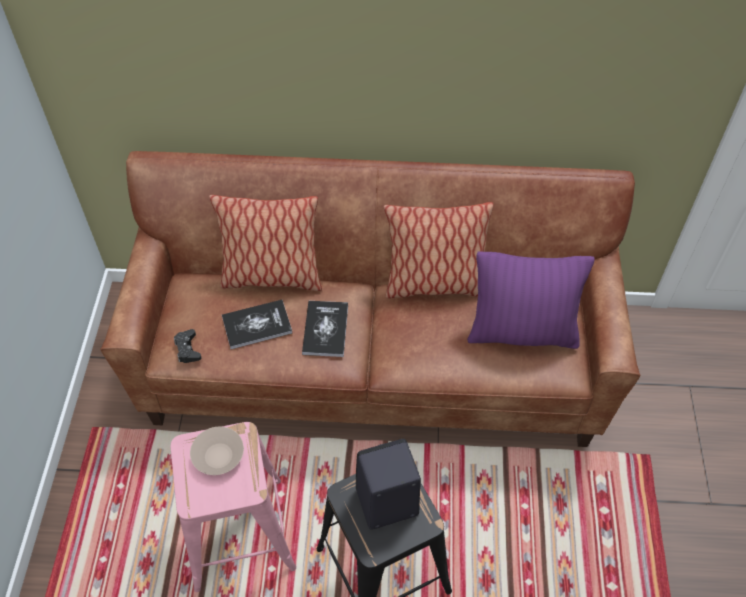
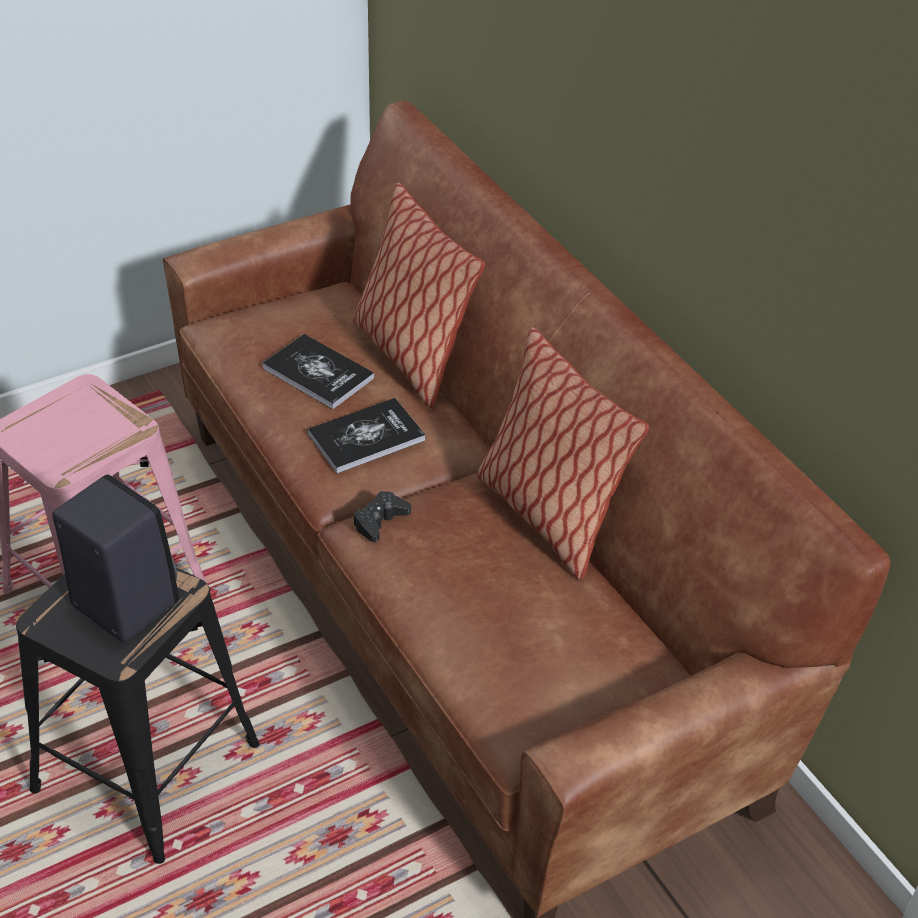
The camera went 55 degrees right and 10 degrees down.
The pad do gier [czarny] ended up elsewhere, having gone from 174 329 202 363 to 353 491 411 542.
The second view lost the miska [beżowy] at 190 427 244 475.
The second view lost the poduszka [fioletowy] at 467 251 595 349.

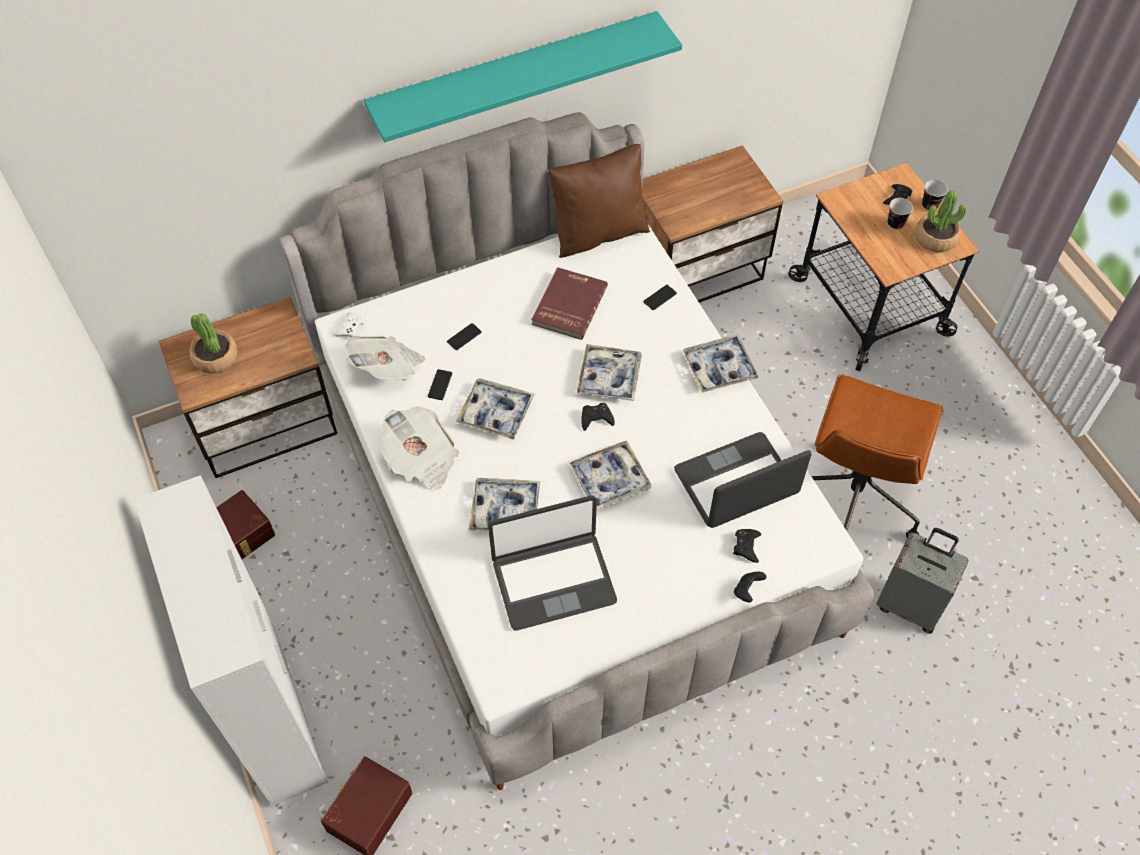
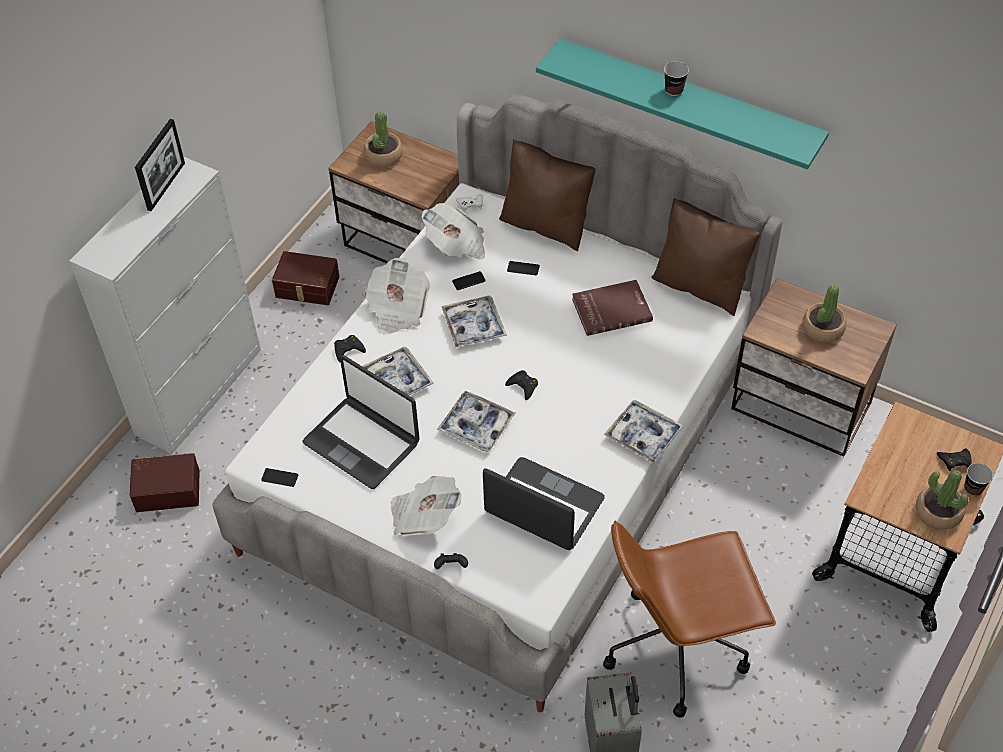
The camera went 55 degrees right and 5 degrees down.
The second view gained the ramka na zdjęcie at 135 119 185 211.
The telefon ended up elsewhere, having gone from 643 285 677 310 to 261 468 298 487.
The pad do gier [czarny] ended up elsewhere, having gone from 733 529 761 563 to 334 335 366 362.
The second view gained the gazeta at 390 476 461 536.
The second view gained the poduszka [brązowy] at 499 139 596 252.
The filiżanka ended up elsewhere, having gone from 888 198 913 230 to 664 61 689 96.
The second view gained the roślina doniczkowa at 802 285 847 343.
The second view lost the taca at 577 344 642 401.

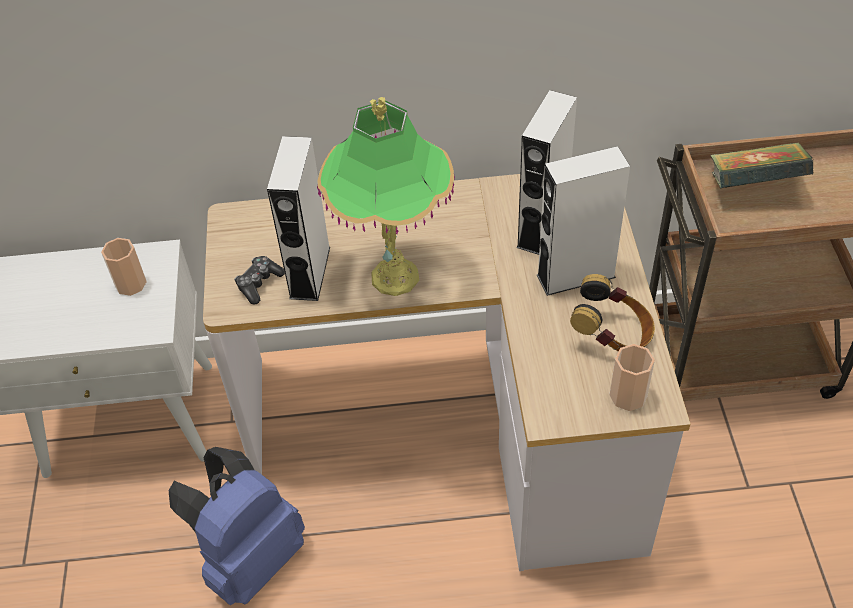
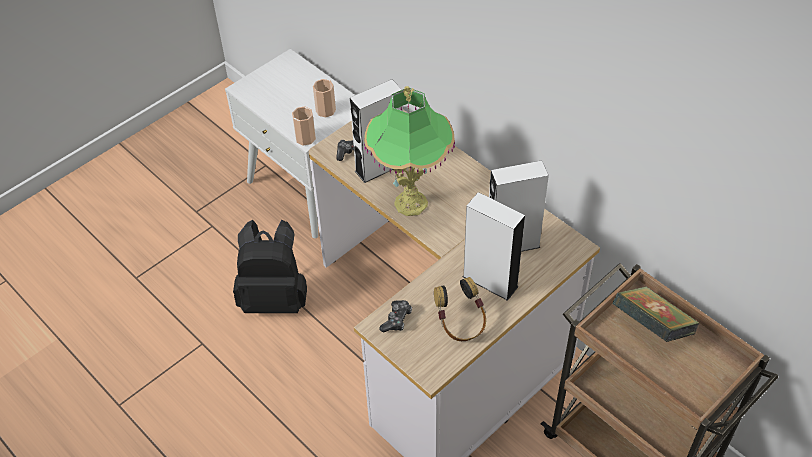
The camera went 50 degrees right and 0 degrees up.
What was the plecak [niebieski] at 168 447 305 605 turned into the plecak [czarny] at 233 220 307 313.
The filiżanka ended up elsewhere, having gone from 609 344 655 411 to 292 106 316 146.
The second view gained the pad do gier at 379 300 412 332.

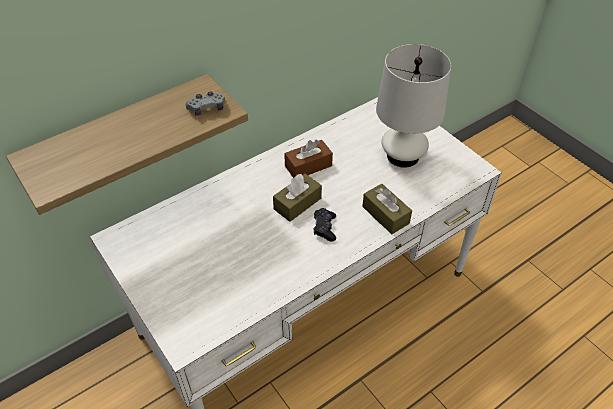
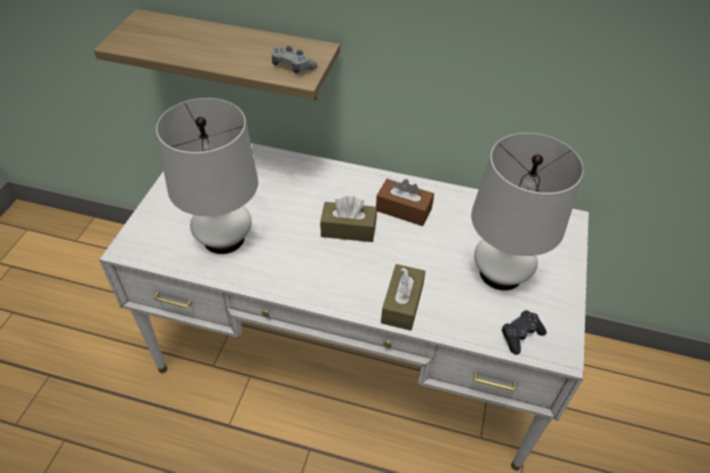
The camera went 50 degrees right and 0 degrees up.
The second view gained the lampa stołowa [biały] at 156 98 258 254.
The pad do gier [czarny] ended up elsewhere, having gone from 314 208 336 242 to 502 310 547 355.

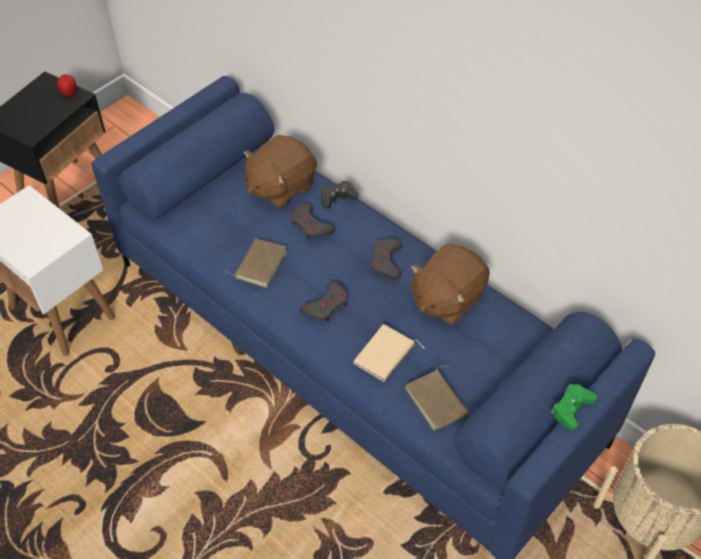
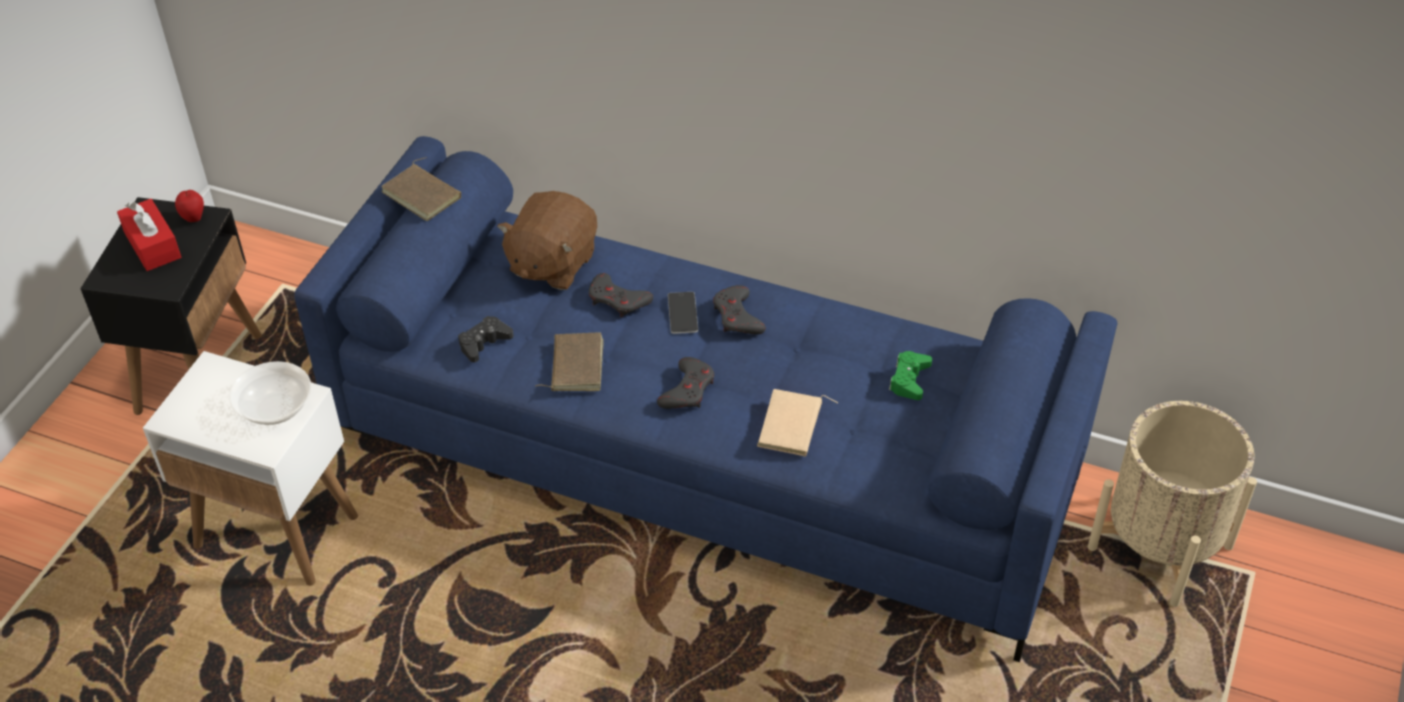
The camera went 20 degrees left and 5 degrees down.
The second view gained the pudełko chusteczek [czerwony] at 117 199 181 271.
The second view gained the miska at 229 361 311 425.
The książka [brązowy] ended up elsewhere, having gone from 405 365 468 431 to 381 157 461 221.
The pad do gier [czarny] ended up elsewhere, having gone from 321 180 358 209 to 458 316 514 362.
The second view gained the telefon at 668 292 698 334.
The pad do gier [zielony] ended up elsewhere, having gone from 551 384 597 431 to 889 351 932 400.
The second view lost the pluszak [brązowy] at 411 244 490 325.

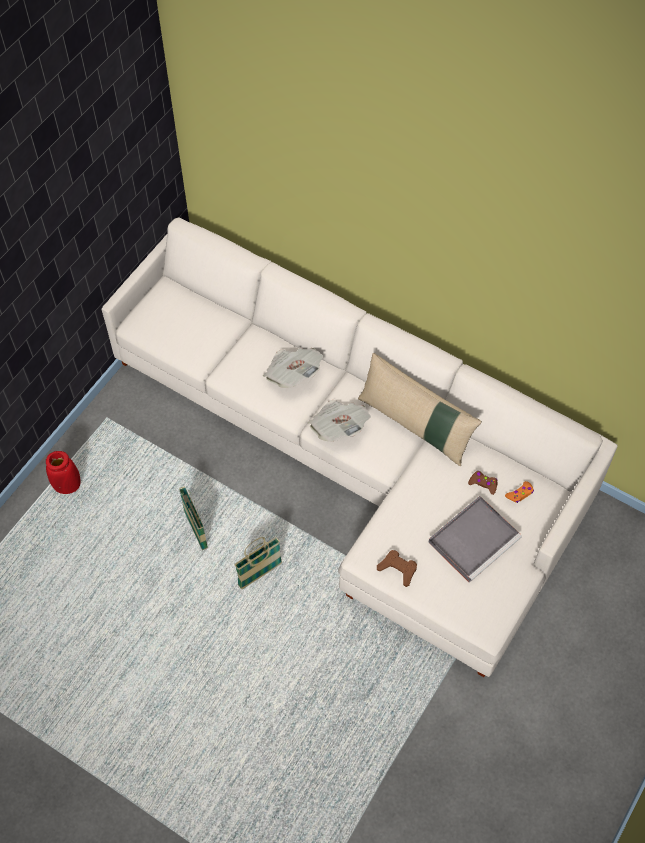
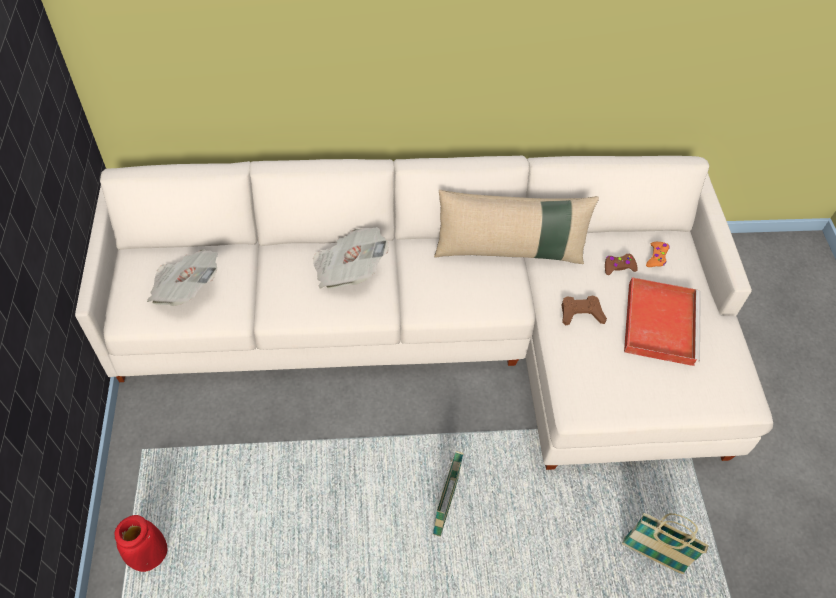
The camera went 40 degrees left and 5 degrees down.
The gazeta ended up elsewhere, having gone from 308 400 371 442 to 147 249 218 306.
The pad do gier [brązowy] ended up elsewhere, having gone from 377 550 417 587 to 562 295 607 326.
The koszyk ended up elsewhere, having gone from 179 486 208 550 to 622 513 709 574.
What was the taca [szary] at 428 496 522 583 turned into the taca [czerwony] at 624 277 701 366.

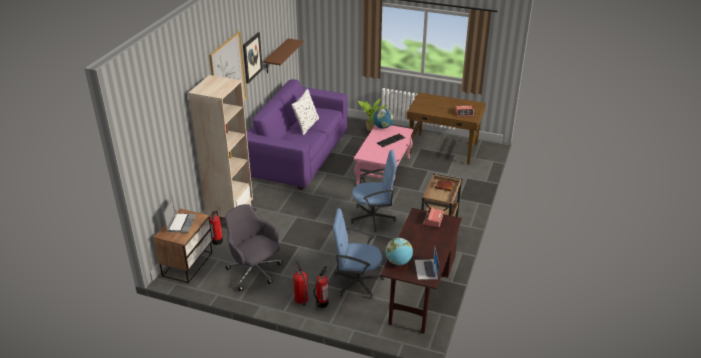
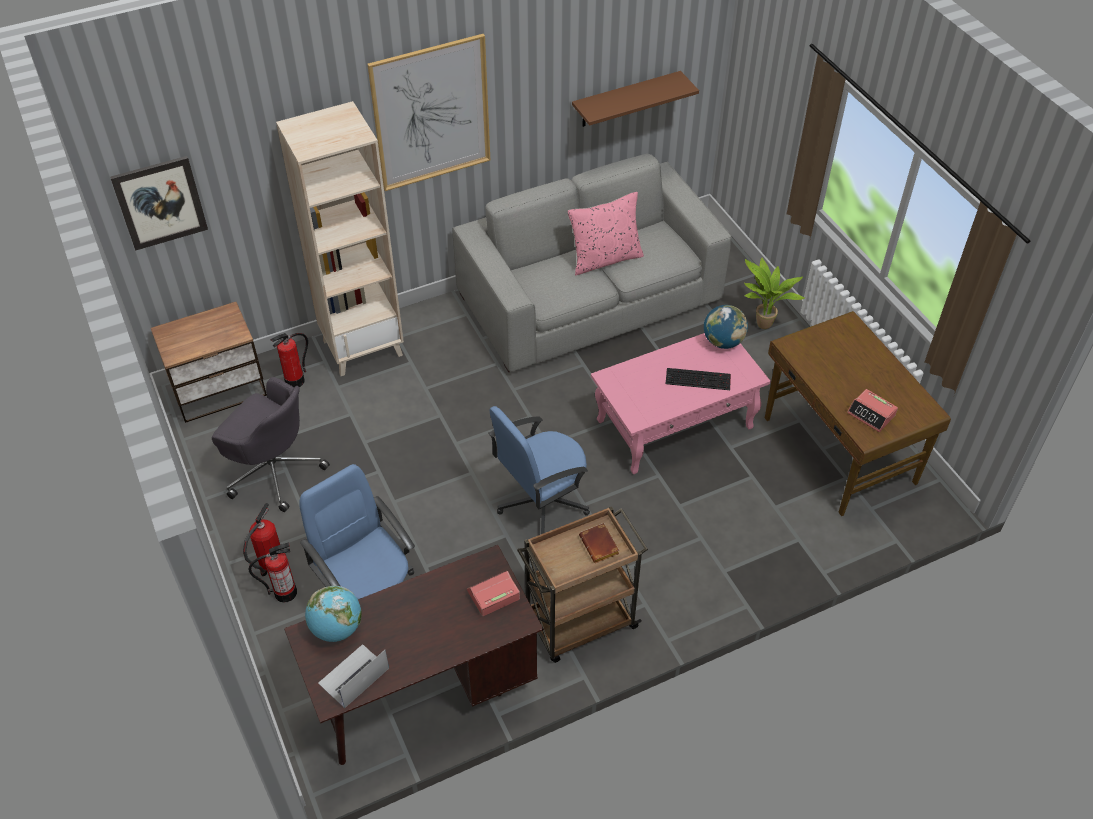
The camera went 45 degrees right and 15 degrees up.
The obraz ended up elsewhere, having gone from 243 32 263 84 to 110 156 208 251.
The krzesło biurowe [szary] at 225 204 283 291 ended up facing another way, 120 degrees clockwise from before.
What was the kanapa [fioletowy] at 247 79 348 190 turned into the kanapa [szary] at 452 154 732 372.
The krzesło biurowe [niebieski] at 351 150 397 232 ended up facing another way, 105 degrees clockwise from before.
What was the poduszka [biały] at 292 89 319 135 turned into the poduszka [różowy] at 567 192 644 275.
The second view lost the laptop at 163 196 196 233.

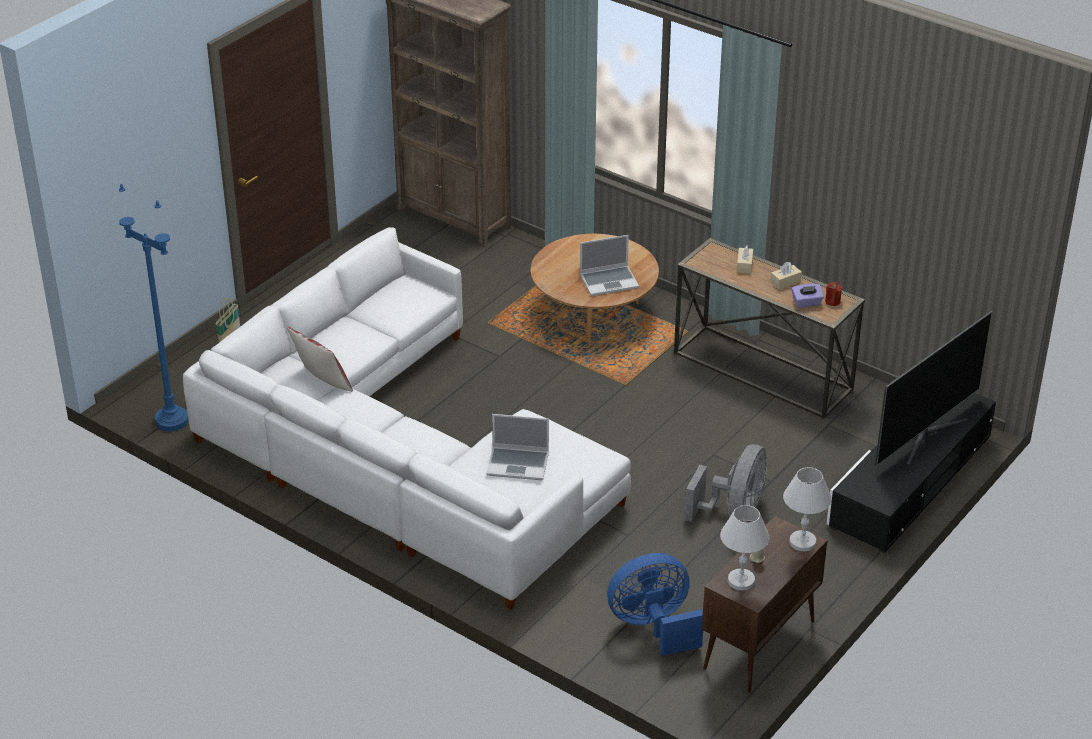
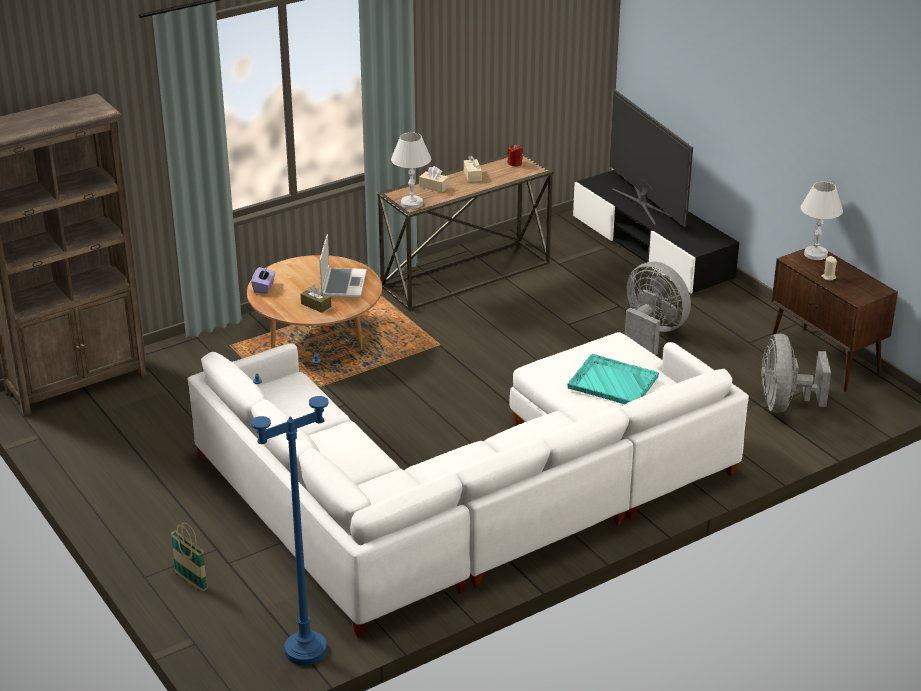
The camera went 70 degrees left and 5 degrees down.
The pudełko chusteczek [fioletowy] ended up elsewhere, having gone from 792 283 824 308 to 251 266 275 294.
The second view gained the pudełko chusteczek [brązowy] at 301 285 331 313.
The lampa stołowa [biały] ended up elsewhere, having gone from 720 505 770 590 to 391 132 431 209.
Where the laptop stood at 486 414 549 480, the taca [turkusowy] came to stand at 567 354 659 404.
What was the wentylator [niebieski] at 607 553 703 656 turned into the wentylator [szary] at 761 334 831 413.
The second view lost the poduszka at 287 326 353 392.

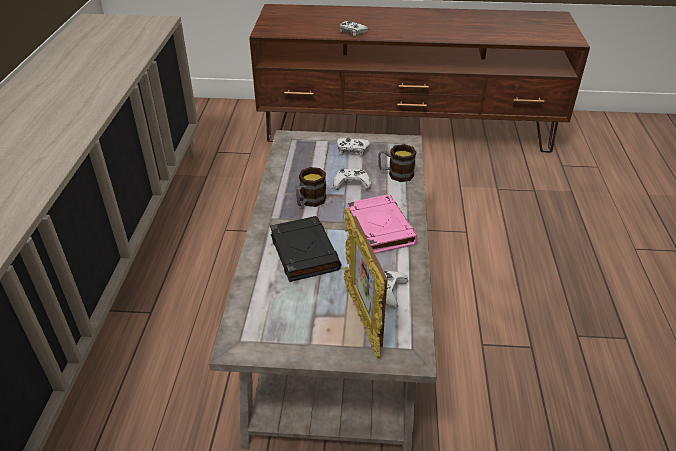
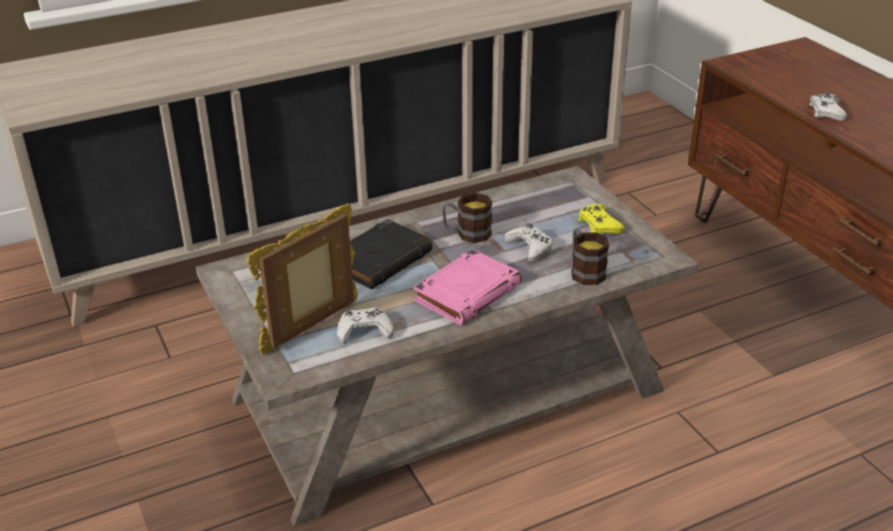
The camera went 60 degrees right and 5 degrees down.
What was the pad do gier [biały] at 336 138 371 156 turned into the pad do gier [żółty] at 578 204 624 234.

